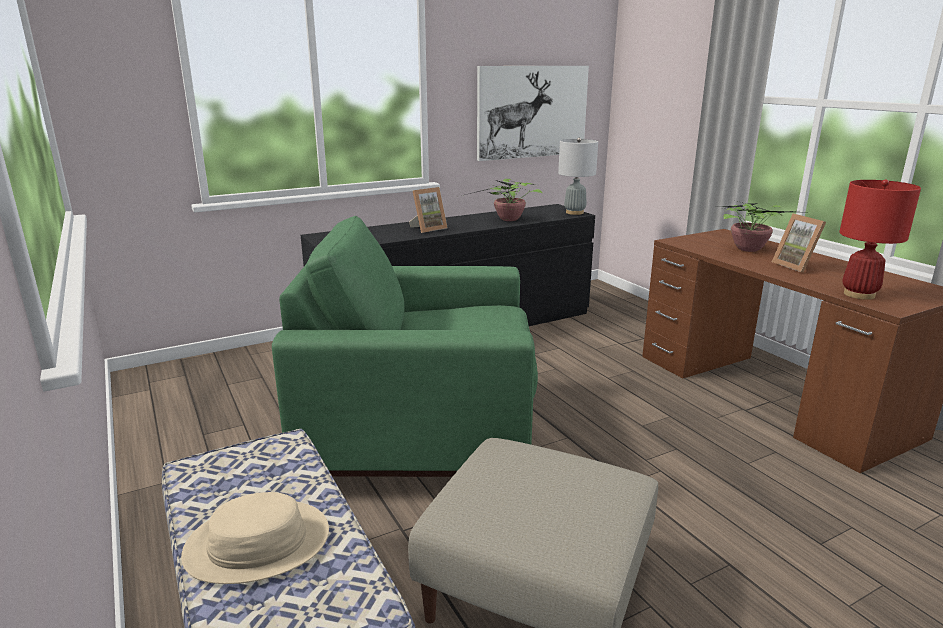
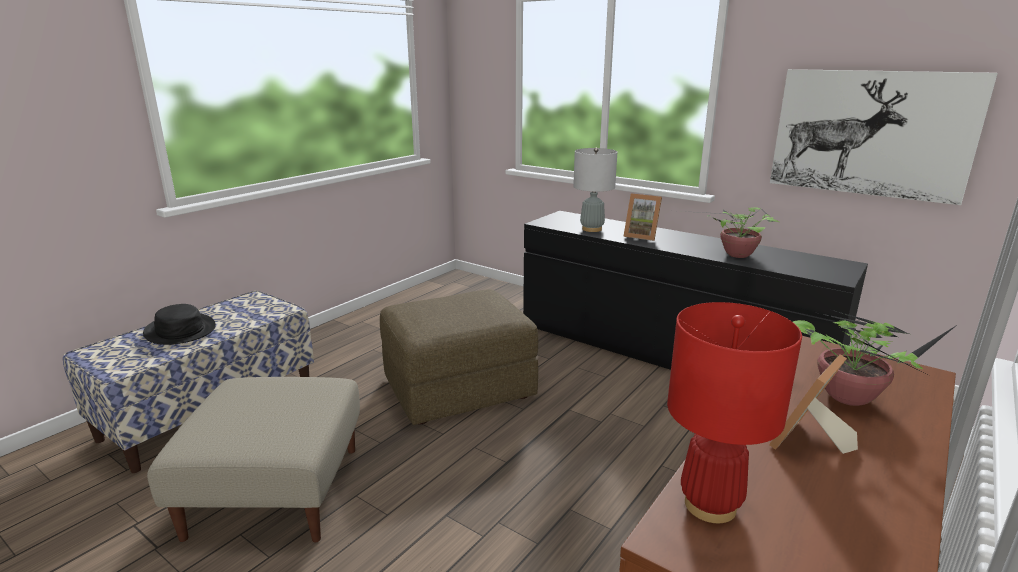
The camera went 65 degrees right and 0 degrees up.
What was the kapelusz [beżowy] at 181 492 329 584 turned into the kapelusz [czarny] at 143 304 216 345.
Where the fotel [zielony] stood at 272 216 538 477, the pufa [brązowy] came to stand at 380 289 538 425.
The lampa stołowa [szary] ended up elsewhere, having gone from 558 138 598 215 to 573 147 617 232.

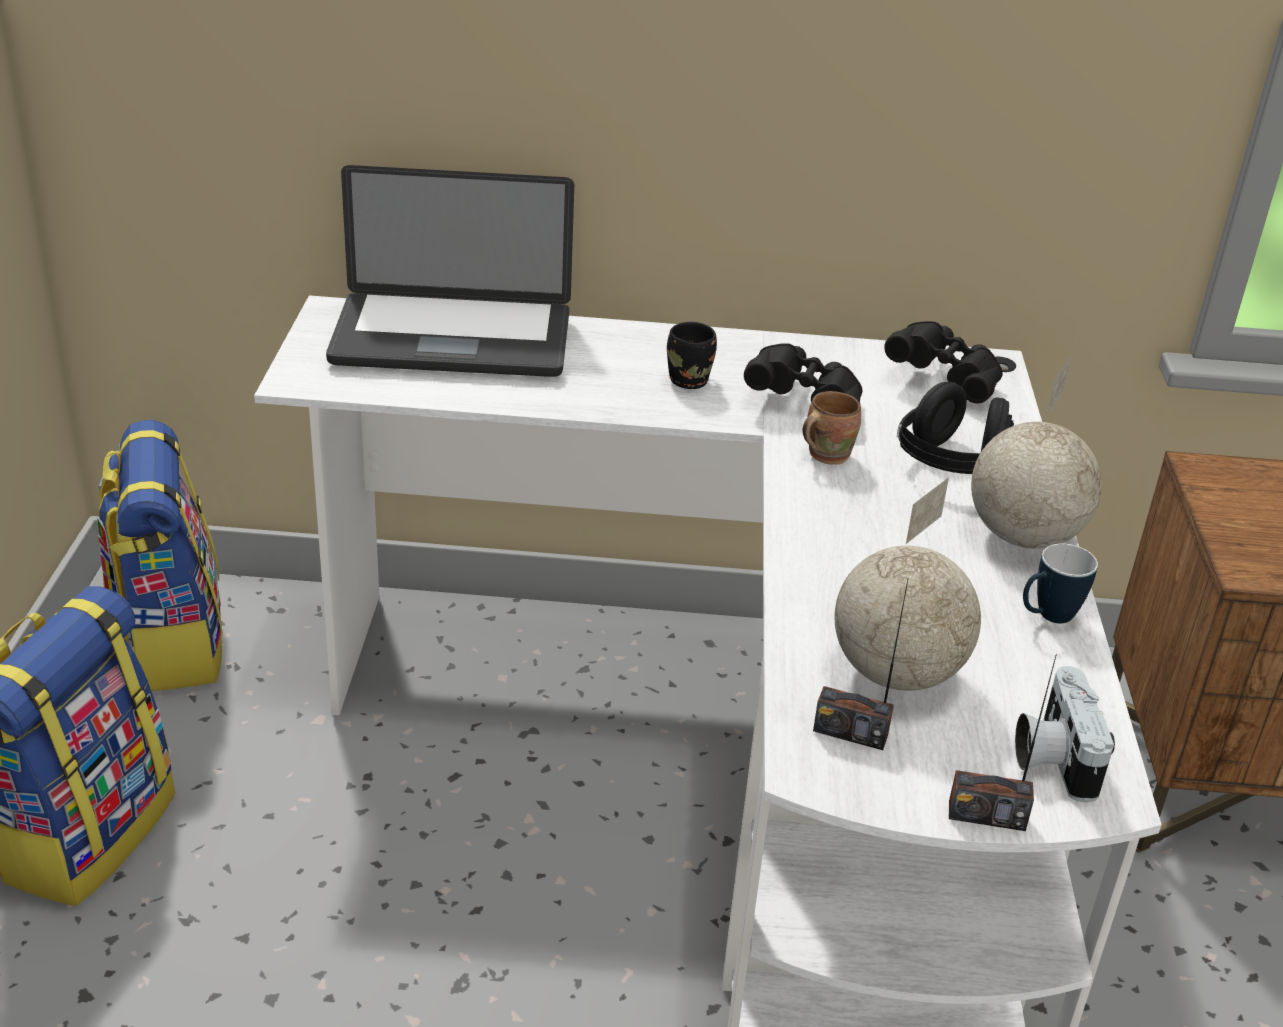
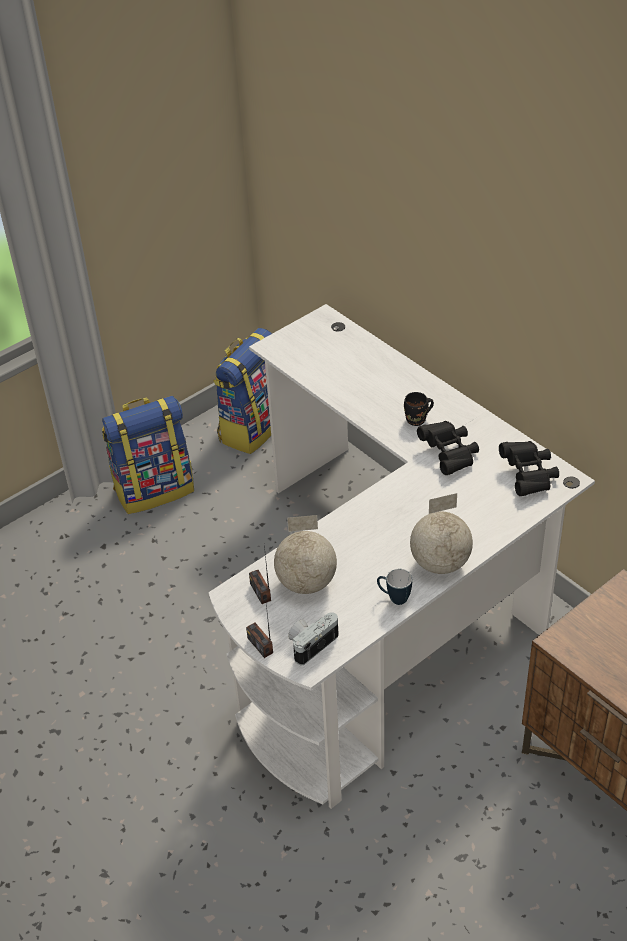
The camera went 50 degrees right and 10 degrees up.
The second view lost the laptop at 326 165 574 377.
The second view lost the kubek [brązowy] at 802 391 861 465.
The second view lost the słuchawki [czarny] at 897 382 1014 474.

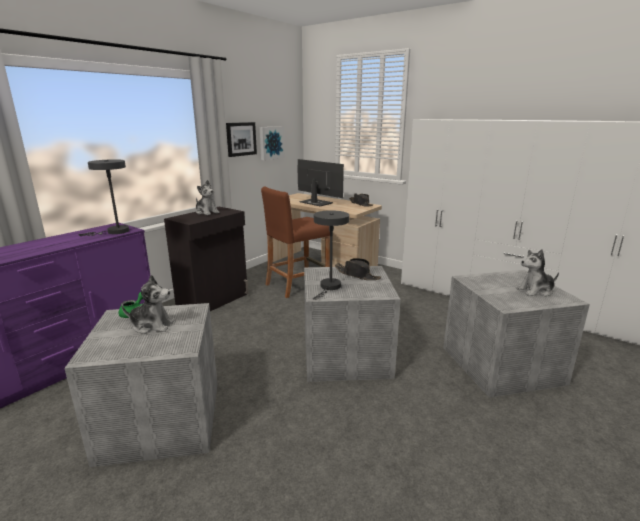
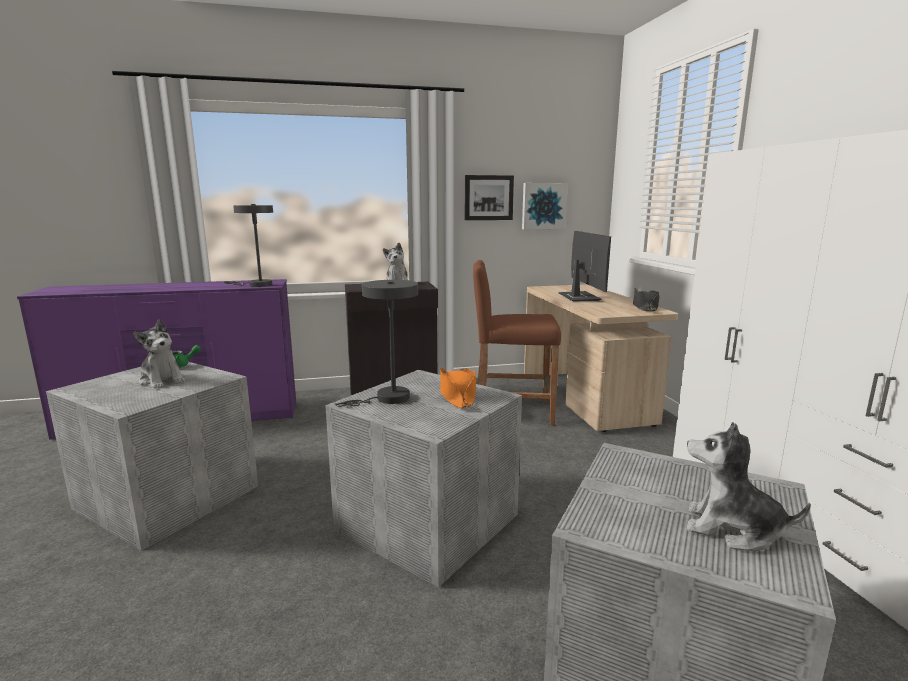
The camera went 40 degrees right and 5 degrees down.
What was the kapelusz [czarny] at 334 258 381 280 turned into the kapelusz [pomarańczowy] at 440 368 476 409.

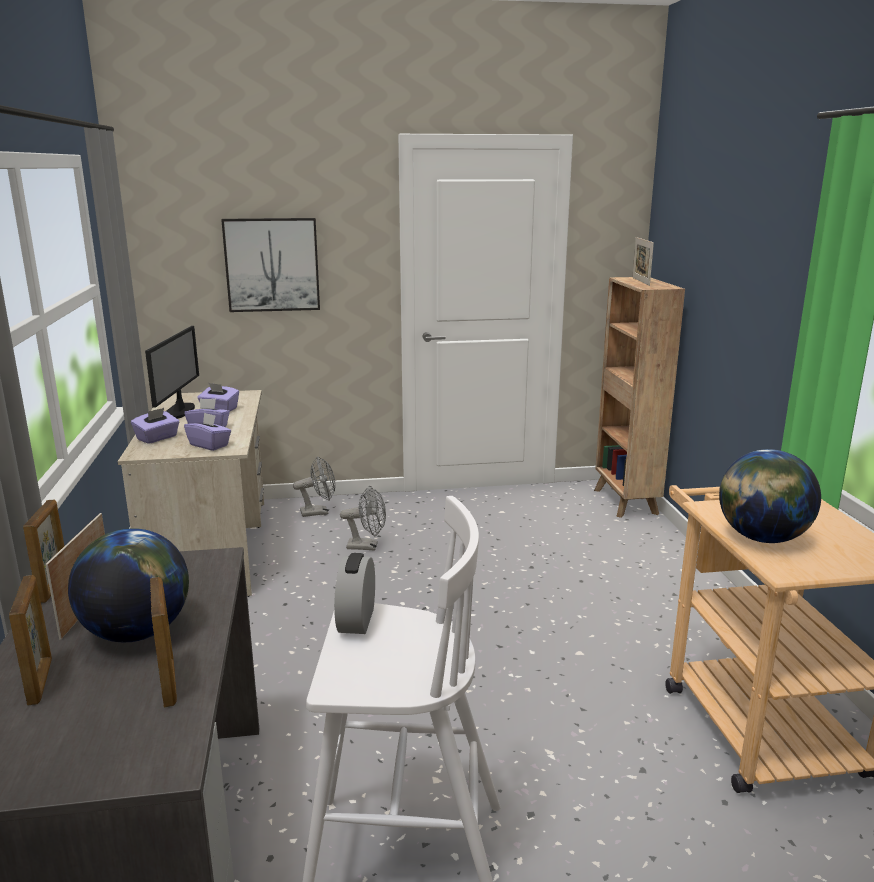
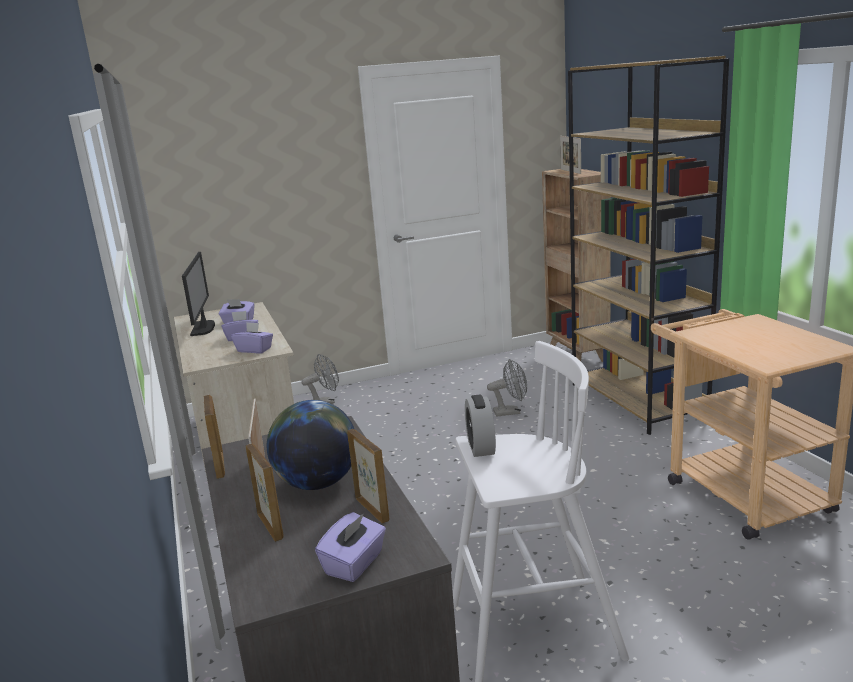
The camera went 10 degrees left and 0 degrees up.
The pudełko chusteczek [fioletowy] ended up elsewhere, having gone from 131 408 179 444 to 315 512 386 582.
The wentylator [szary] ended up elsewhere, having gone from 340 486 386 550 to 487 359 527 417.
The second view gained the regał [brązowy] at 568 56 729 435.
The second view lost the obraz at 221 218 320 312.
The second view lost the globus at 719 449 821 543.

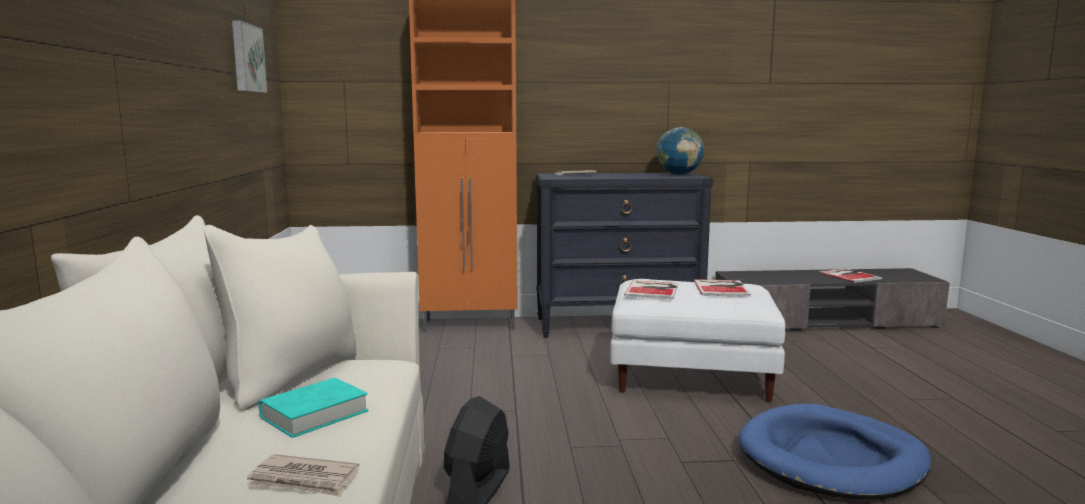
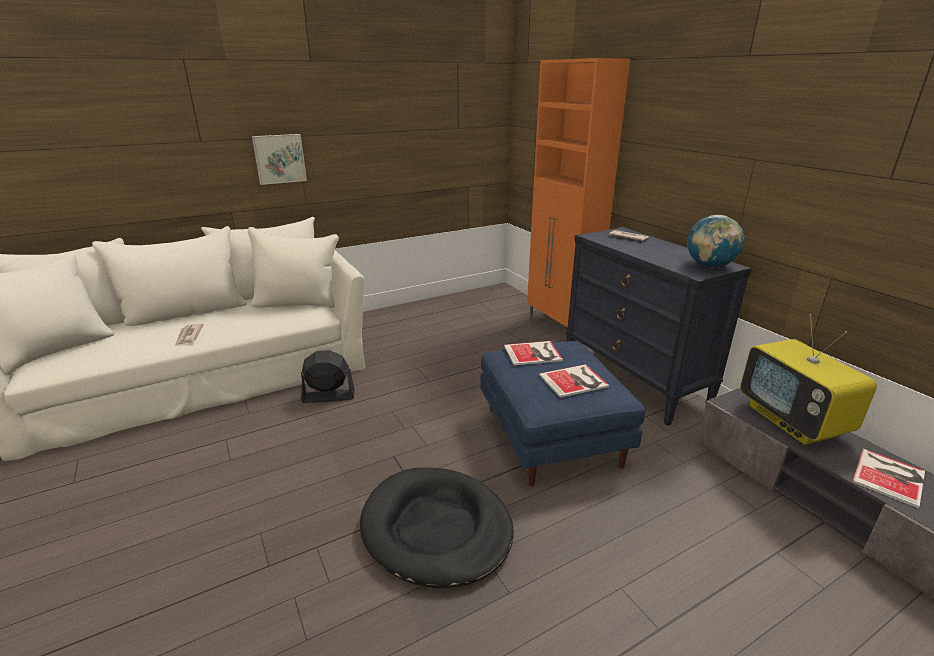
The camera went 65 degrees right and 15 degrees up.
The obraz ended up elsewhere, having gone from 232 21 267 93 to 252 134 307 185.
What was the legowisko [niebieski] at 738 403 931 500 turned into the legowisko [czarny] at 360 467 514 588.
What was the pufa [biały] at 610 279 786 402 turned into the pufa [niebieski] at 480 341 645 486.
The second view gained the telewizor at 740 314 877 445.
The second view lost the książka [turkusowy] at 259 378 368 438.

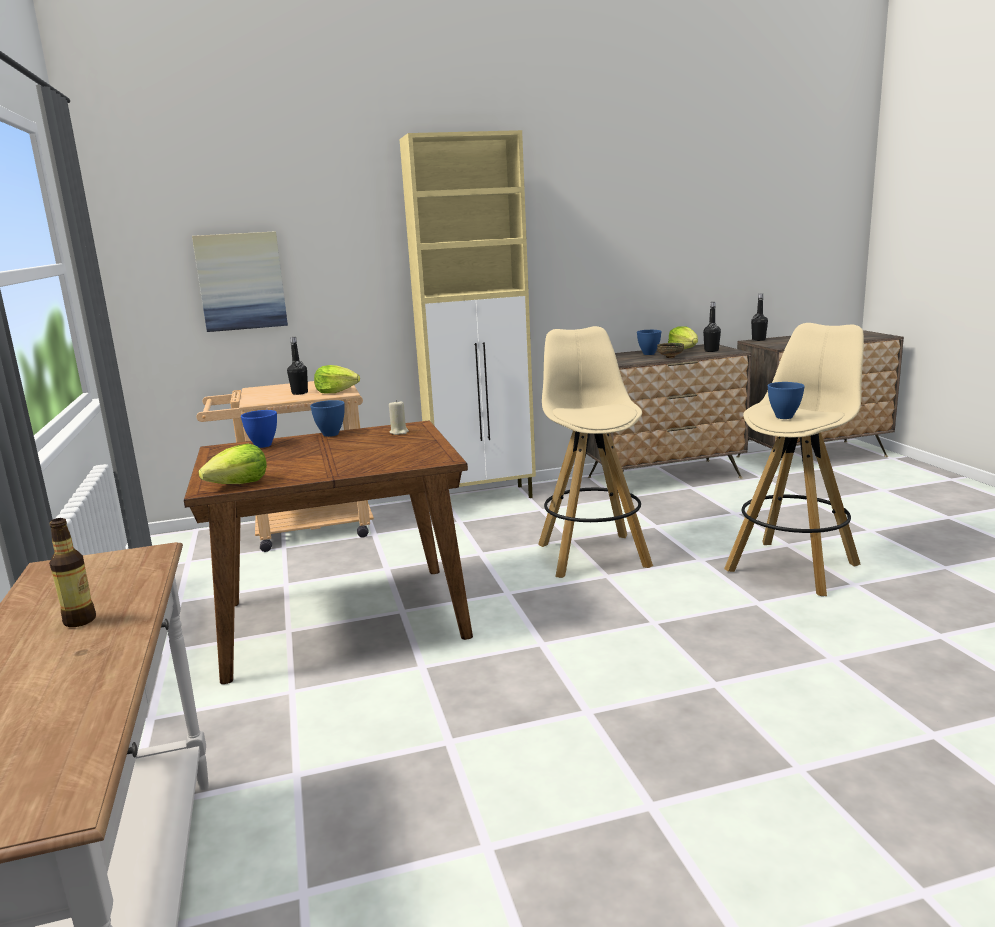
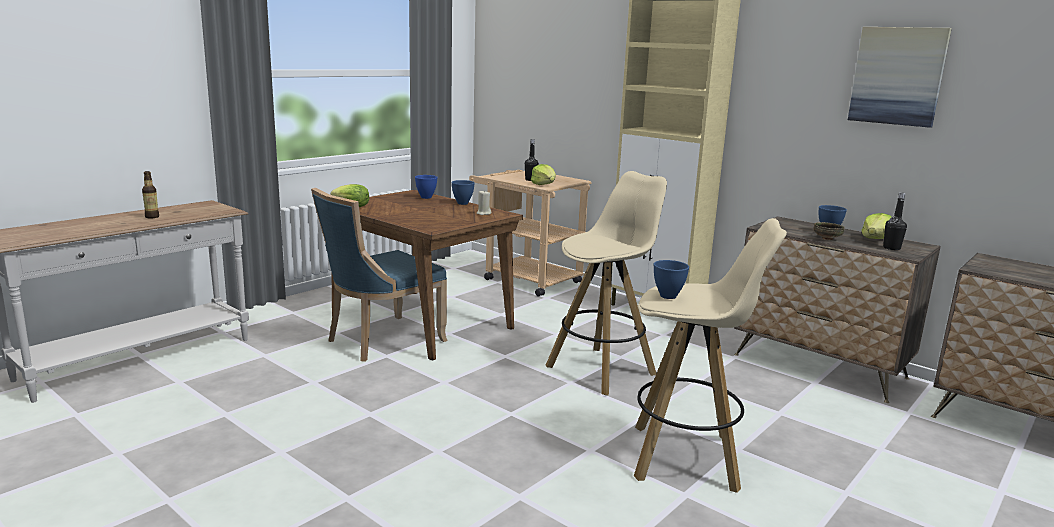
The camera went 55 degrees right and 0 degrees up.
The second view gained the krzesło [niebieski] at 311 188 448 362.
The obraz ended up elsewhere, having gone from 192 231 288 332 to 848 27 952 128.
The second view lost the butelka [czarny] at 751 294 768 341.

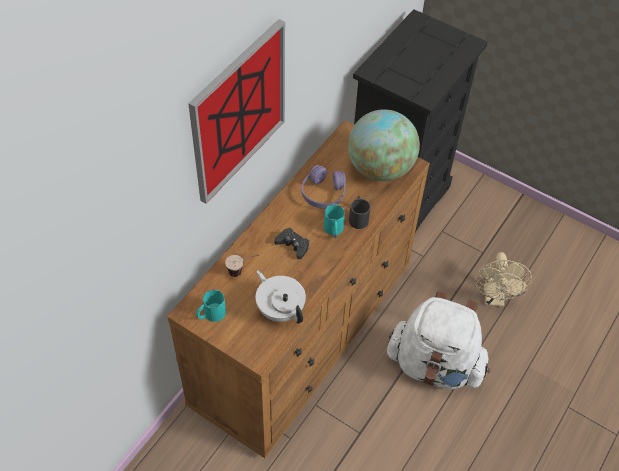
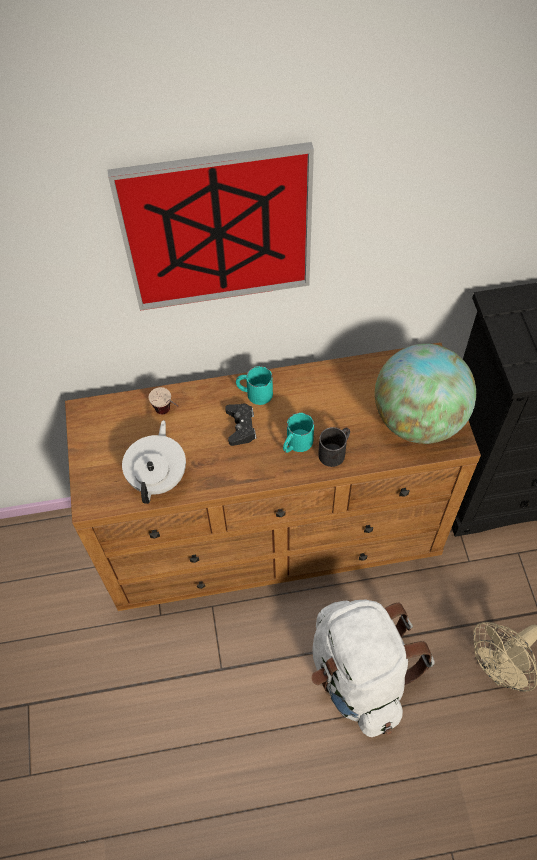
The camera went 50 degrees right and 5 degrees up.
The kubek [turkusowy] ended up elsewhere, having gone from 196 290 226 322 to 236 366 273 405.
The second view lost the słuchawki [fioletowy] at 302 165 346 209.

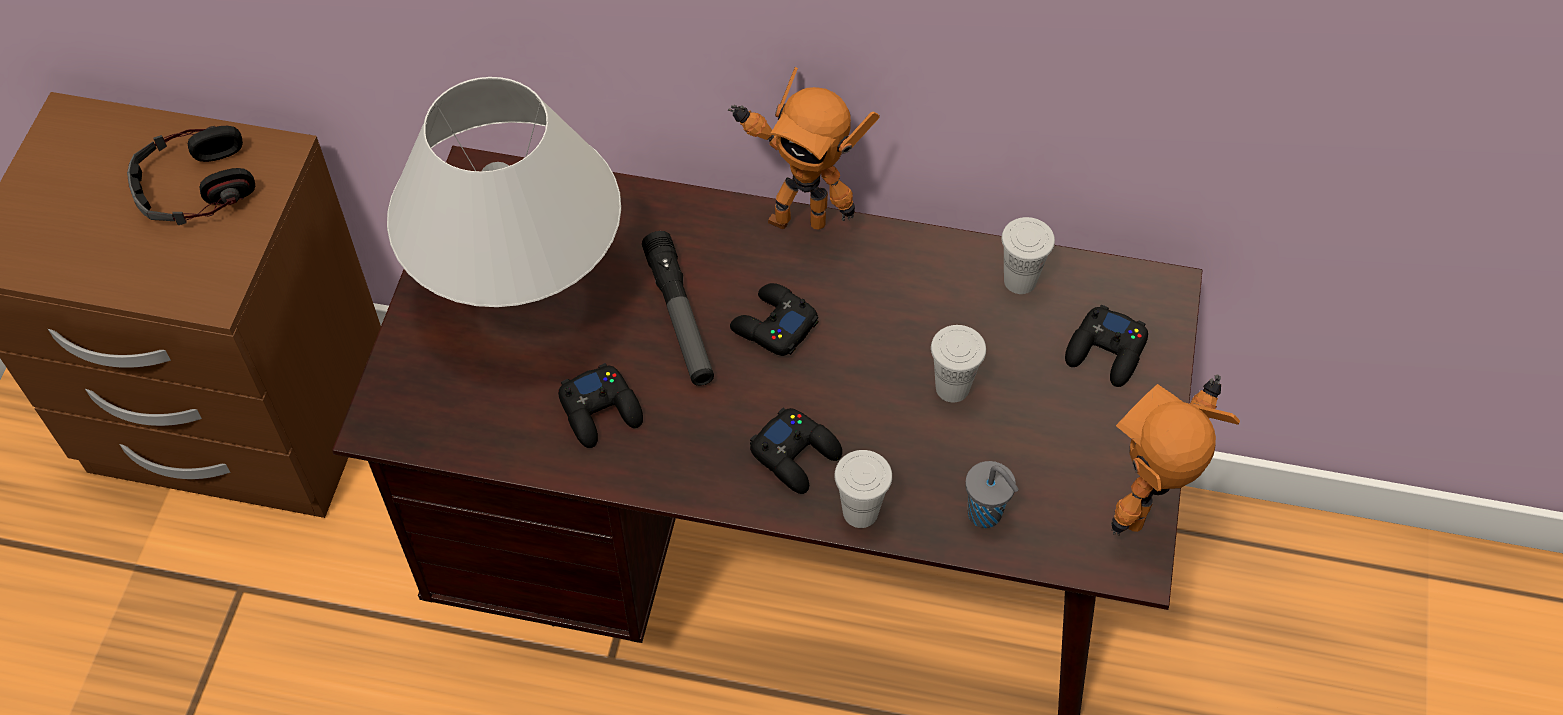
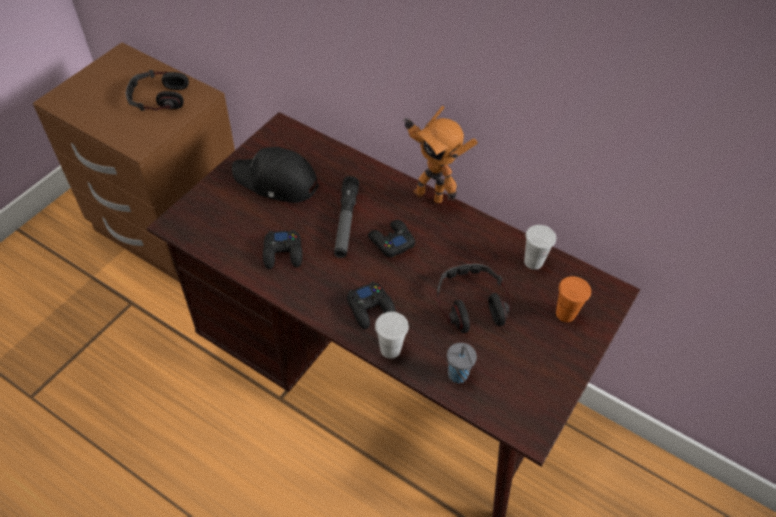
The camera went 20 degrees right and 5 degrees down.
Where the lampa stołowa [biały] stood at 387 77 621 307, the czapka z daszkiem [czarny] came to stand at 232 147 319 203.
Where the filiżanka [biały] stood at 931 325 986 403, the słuchawki came to stand at 437 264 511 334.
Where the pad do gier [czarny] stood at 1065 305 1148 387, the filiżanka [pomarańczowy] came to stand at 556 276 591 322.
The second view lost the robot zabawkowy at 1111 375 1240 535.

